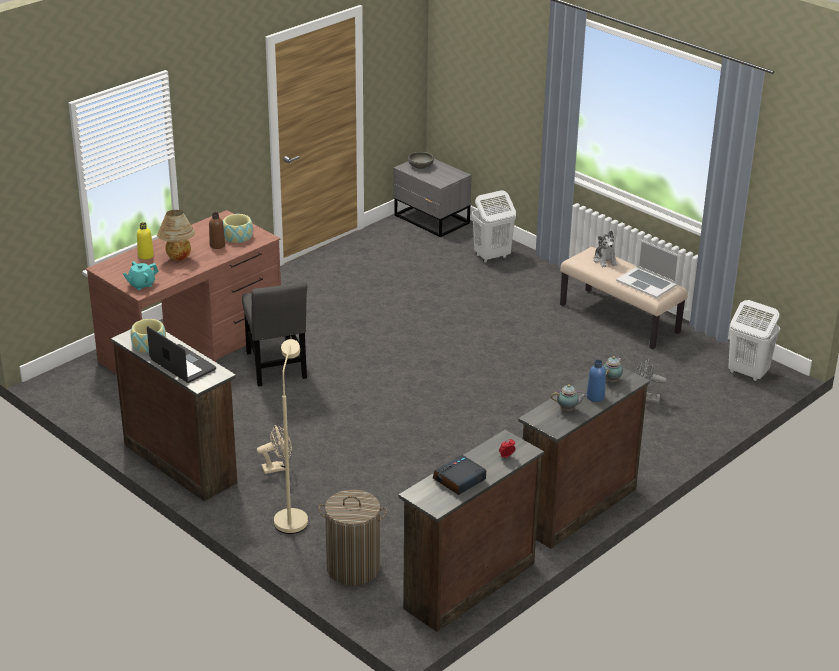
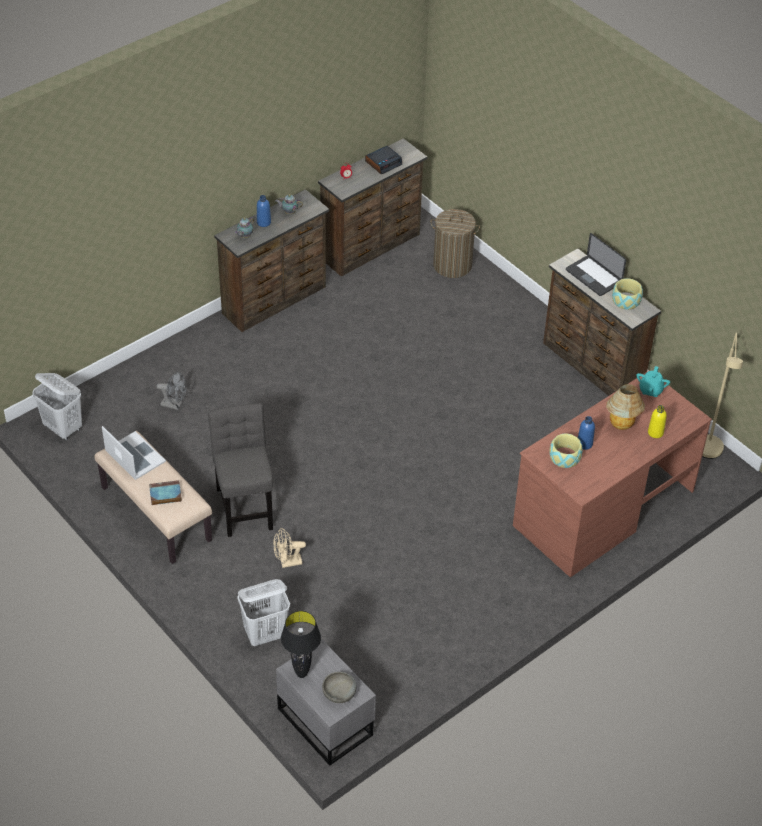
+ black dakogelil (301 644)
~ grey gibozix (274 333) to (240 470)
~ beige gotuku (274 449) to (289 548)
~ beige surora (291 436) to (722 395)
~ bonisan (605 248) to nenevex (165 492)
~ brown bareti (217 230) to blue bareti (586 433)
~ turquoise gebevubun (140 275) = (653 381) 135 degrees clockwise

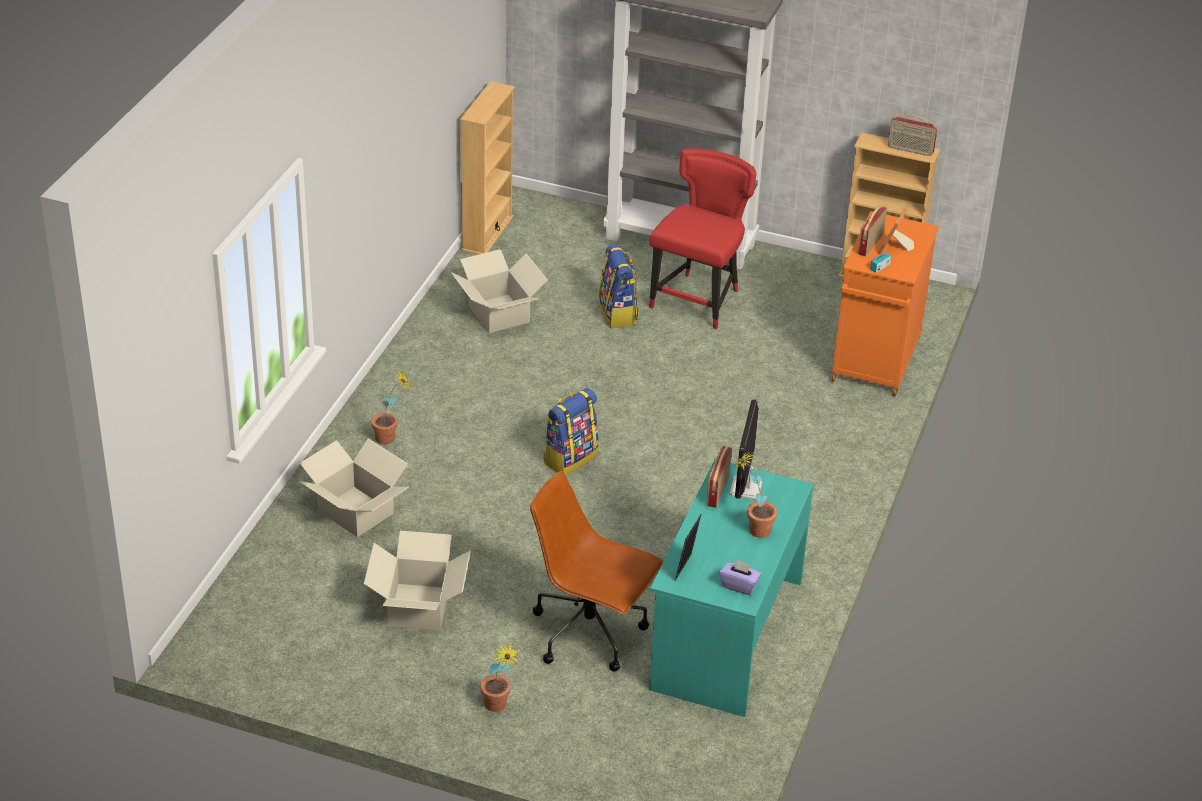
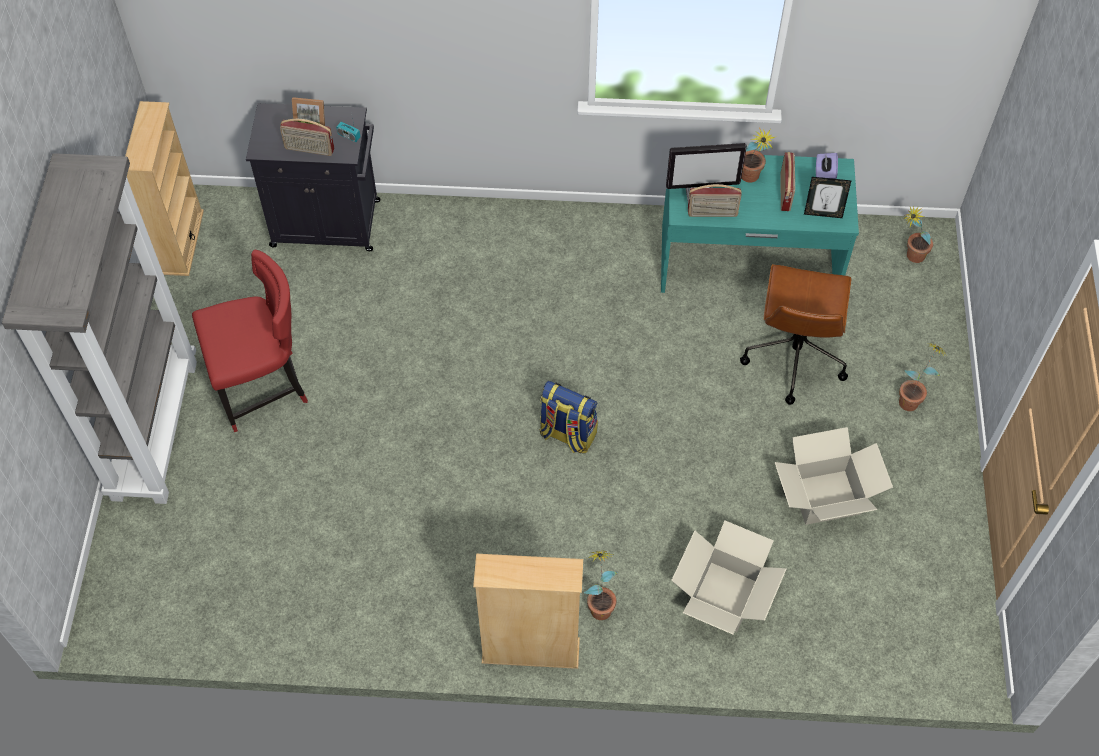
- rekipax (499 291)
- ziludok (618 286)
+ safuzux (918 235)
~ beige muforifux (487 168) to (528 611)
~ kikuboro (913 135) to (787 181)
~ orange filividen (885 304) to black filividen (313 177)
~ red gibozix (702 238) = (250 341) 150 degrees clockwise

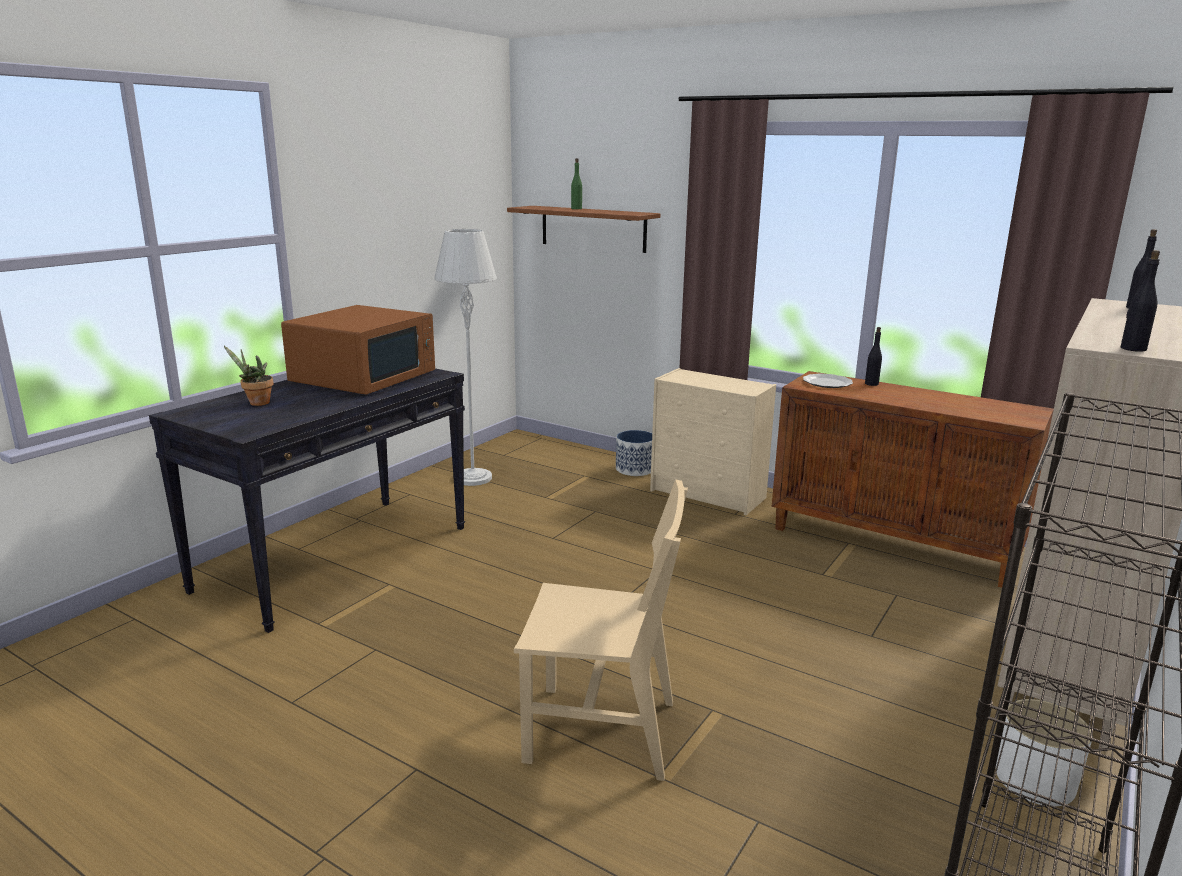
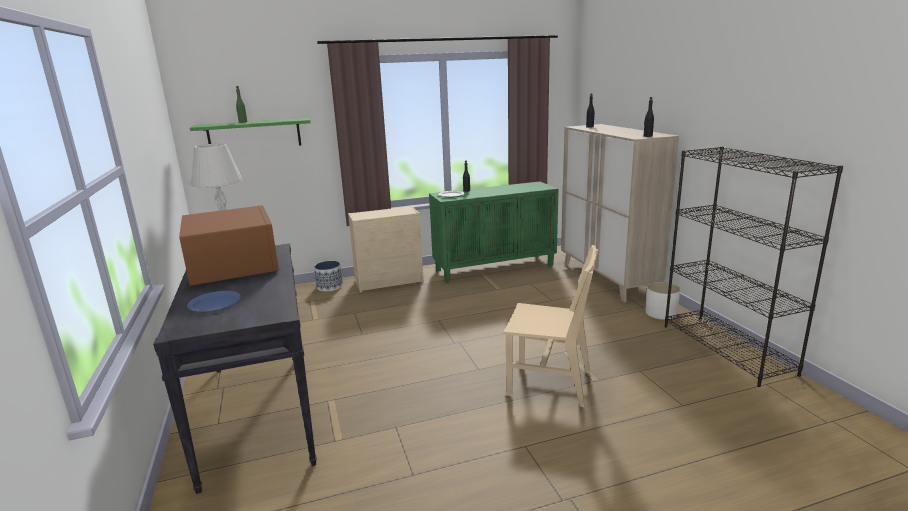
~ safuzux (248 376) to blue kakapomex (214 301)
~ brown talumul (583 229) to green talumul (250 132)
~ brown filividen (913 479) to green filividen (494 232)
~ beige gibozix (601 630) = (550 326) 60 degrees clockwise

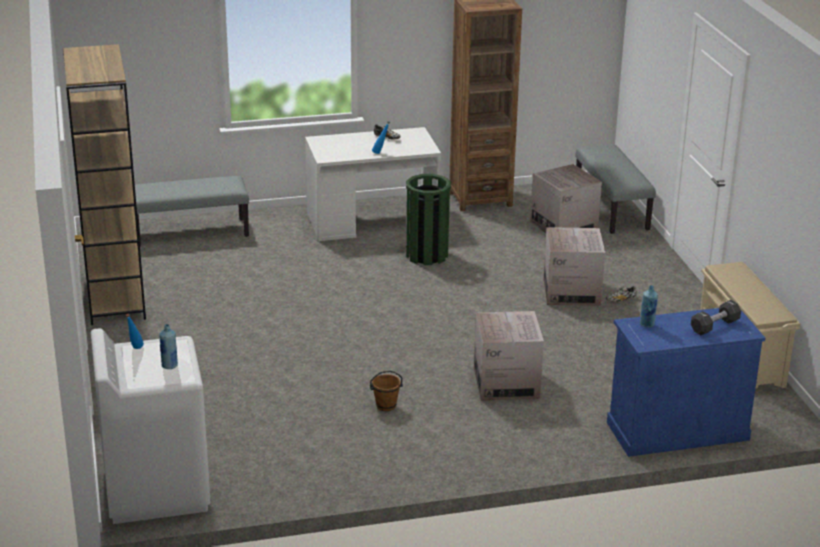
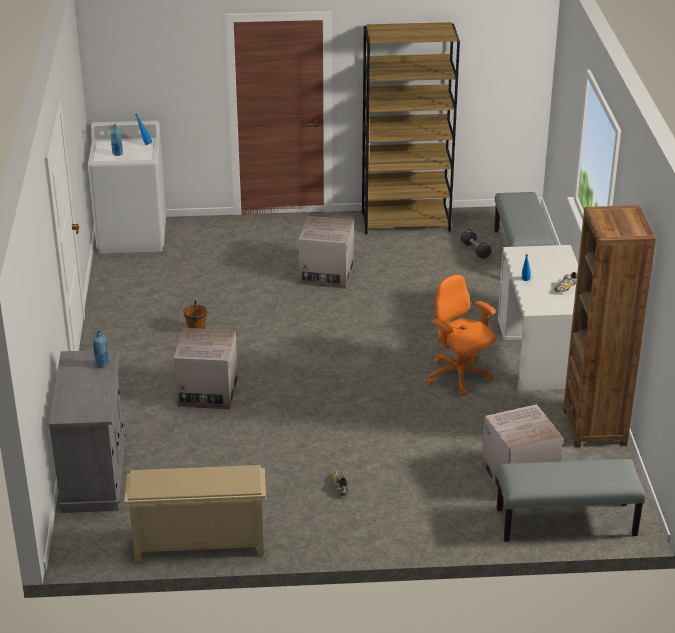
~ rekipax (574 266) to (326 252)
~ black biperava (716 317) to (476 244)
~ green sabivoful (428 219) to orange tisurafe (462 335)
~ blue filividen (686 382) to grey filividen (87 431)

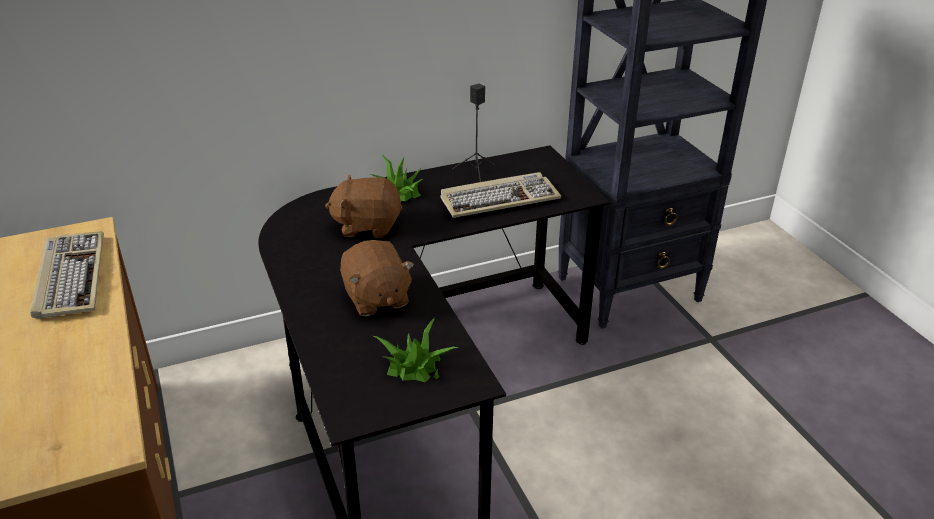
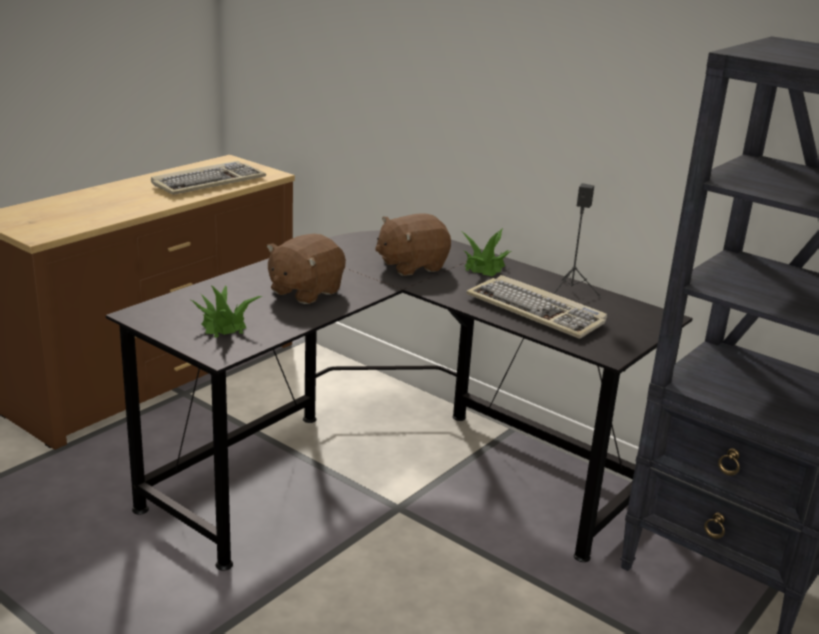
~ brown bonisan (364 206) = (413 244) 90 degrees counterclockwise

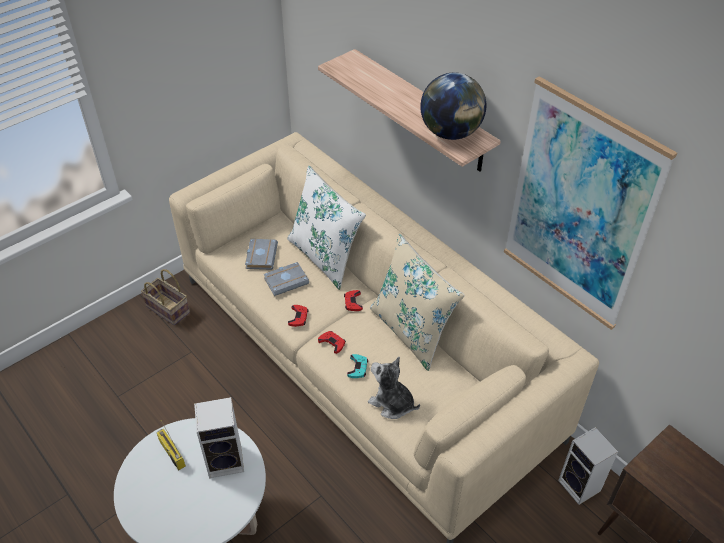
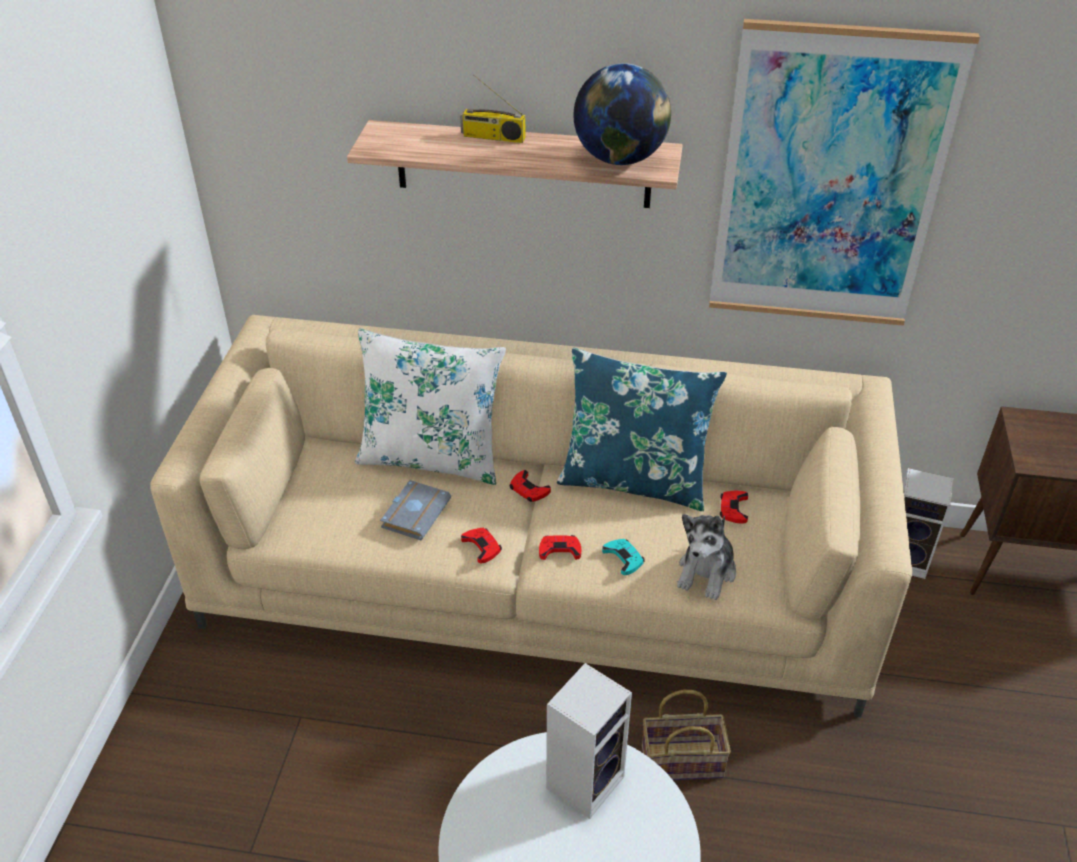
- grey nenevex (261 254)
+ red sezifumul (734 507)
~ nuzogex (165 297) to (686 735)
~ kikuboro (171 445) to (492 109)
~ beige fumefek (417 302) to blue fumefek (642 429)
~ bonisan (394 388) = (706 557) 60 degrees counterclockwise

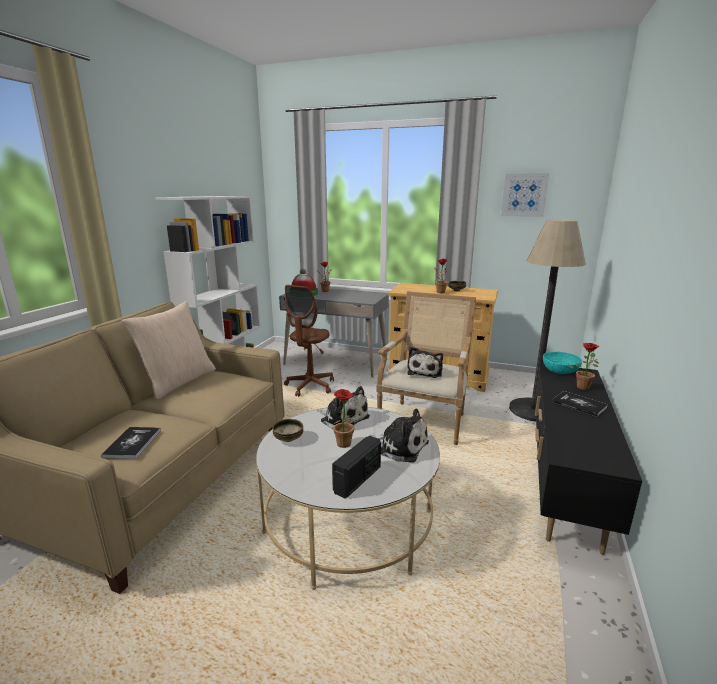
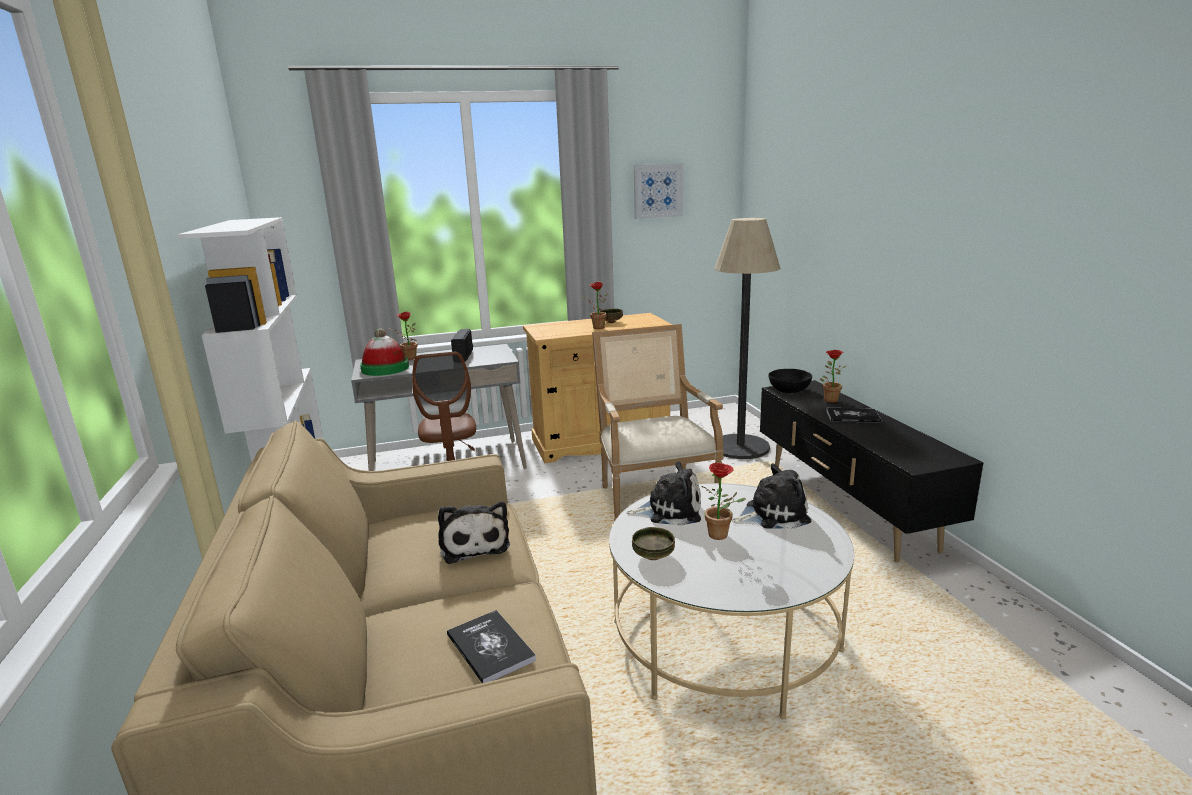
- beige fumefek (169 350)
~ kikuboro (356 467) to (462 345)
~ bonisan (425 362) to (474 532)
~ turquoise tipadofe (562 363) to black tipadofe (790 381)

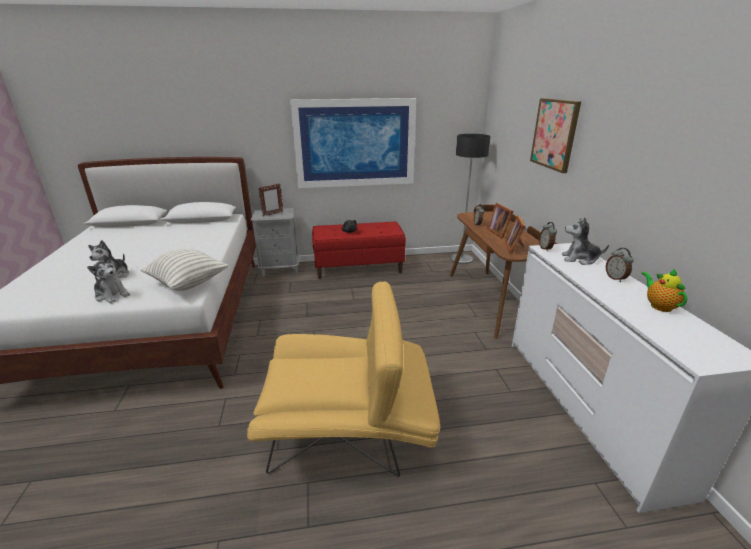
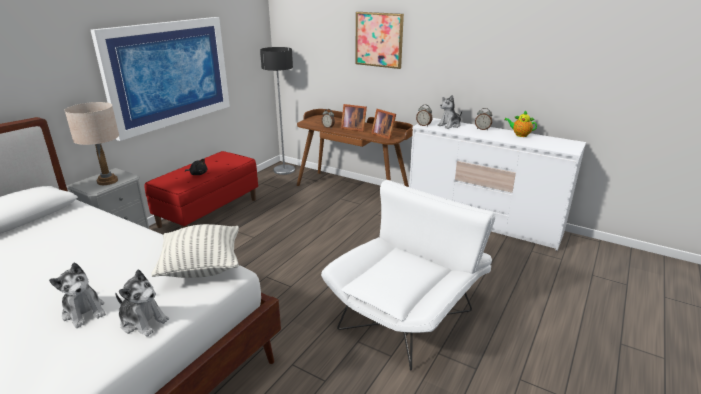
~ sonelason (271 199) to beige dakogelil (91 143)
~ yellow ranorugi (343 379) to white ranorugi (408 275)
~ bonisan (108 279) = (142 303) 45 degrees clockwise

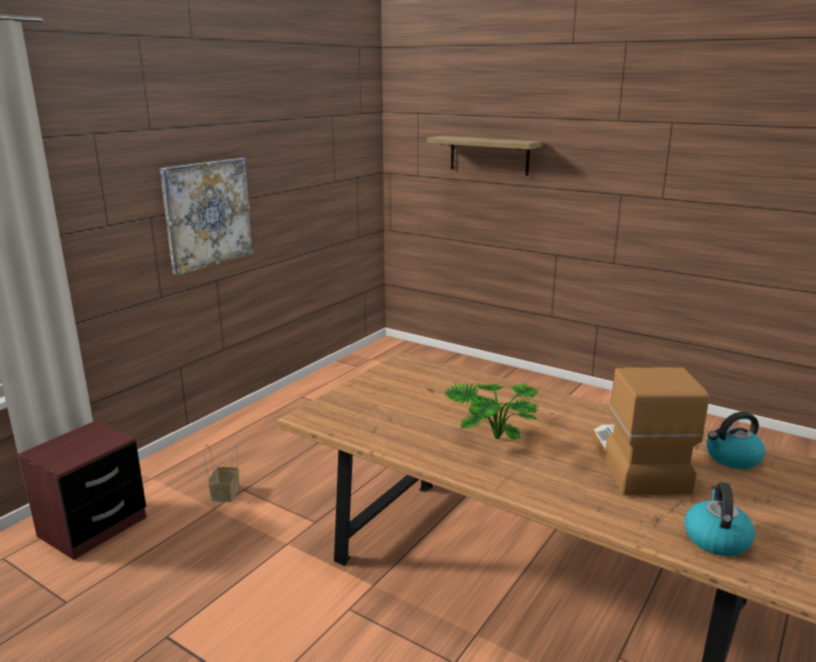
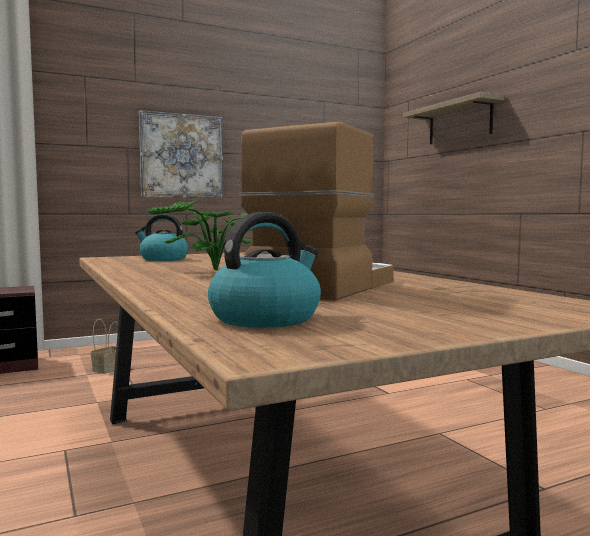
~ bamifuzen (736 440) to (161 237)

